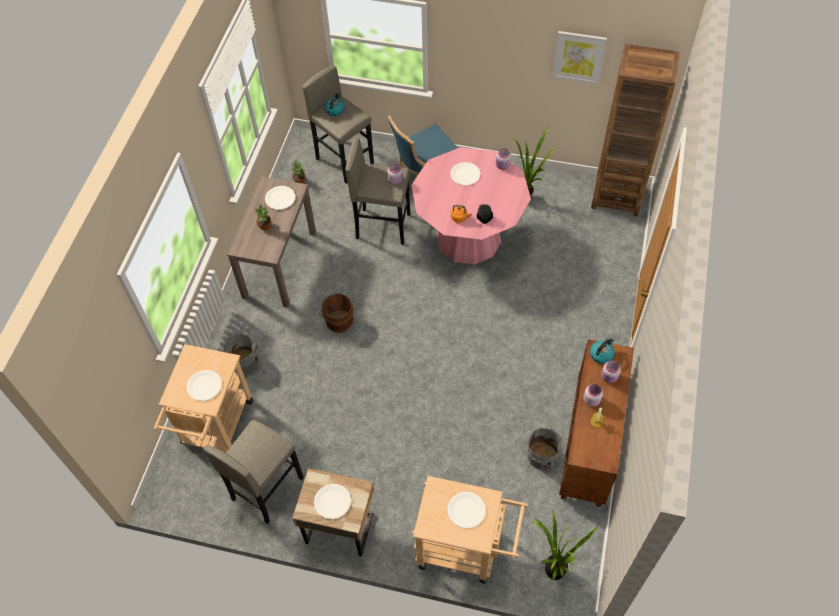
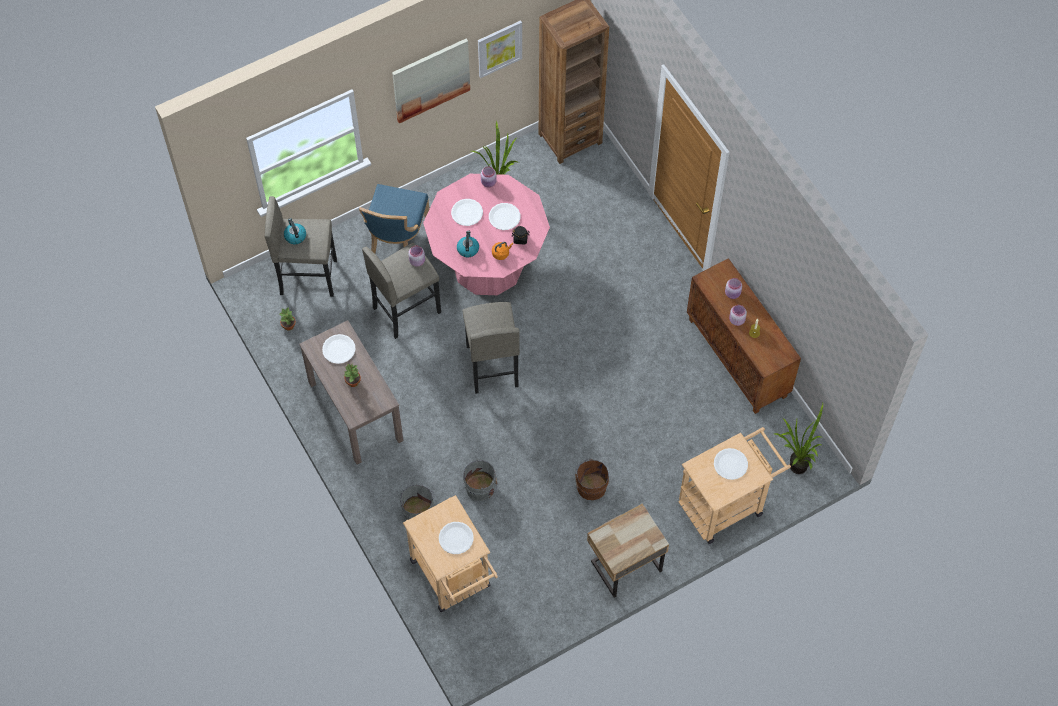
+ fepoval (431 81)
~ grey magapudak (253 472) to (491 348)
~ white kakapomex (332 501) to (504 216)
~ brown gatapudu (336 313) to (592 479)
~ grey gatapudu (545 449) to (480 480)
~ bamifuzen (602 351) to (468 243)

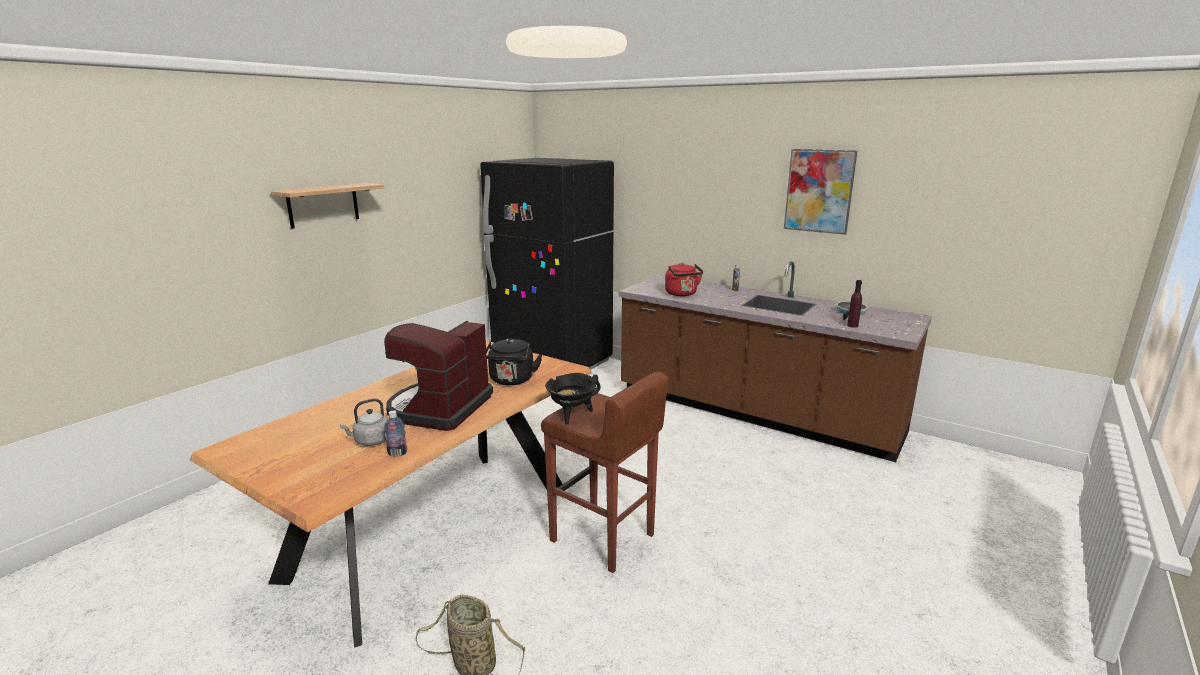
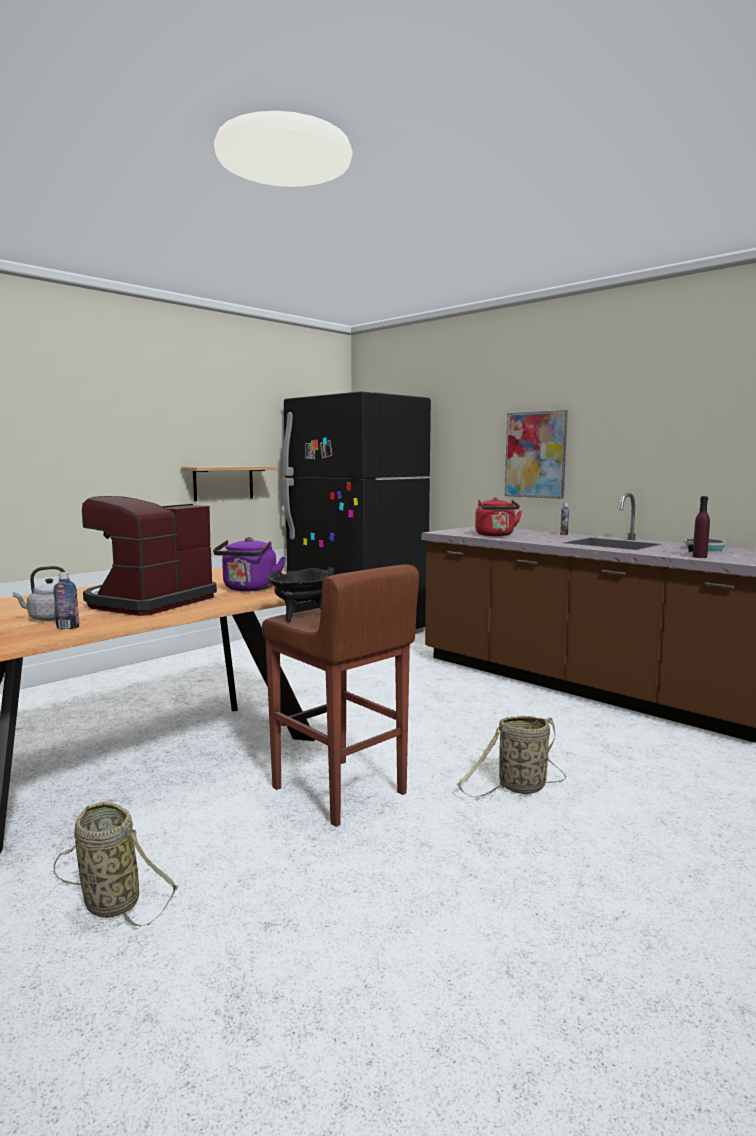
+ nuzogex (511 756)
~ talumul (327 206) to (229 483)
~ fepoval (821 192) to (536 454)
~ black bamifuzen (514 362) to purple bamifuzen (249 564)

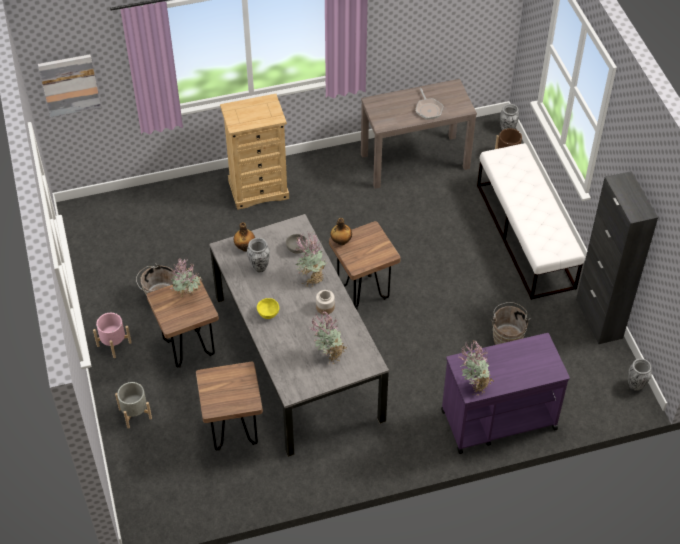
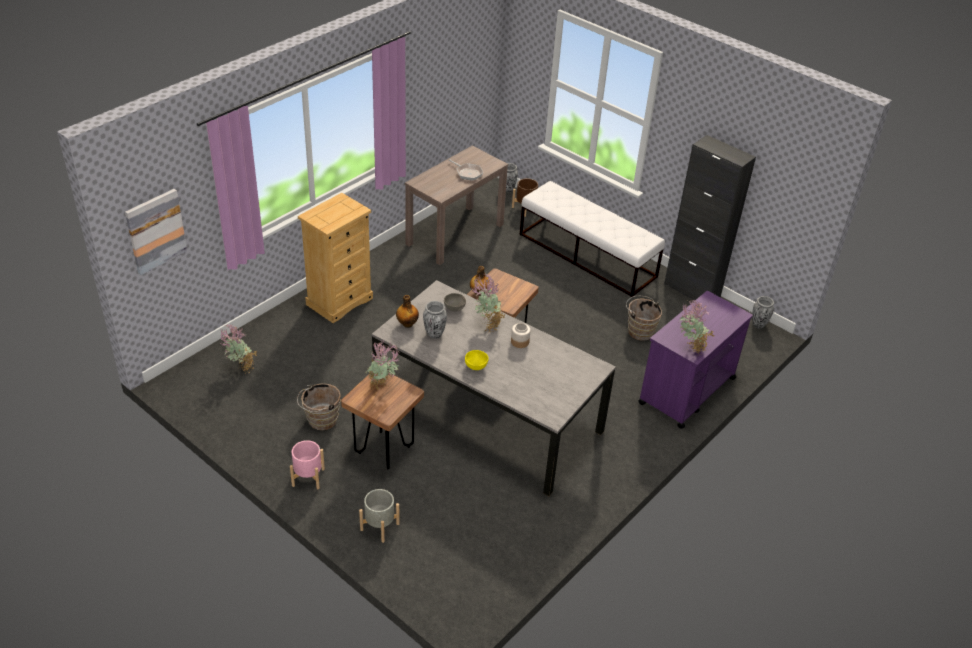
- brown magapudak (229 406)
~ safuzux (328 337) to (238 349)

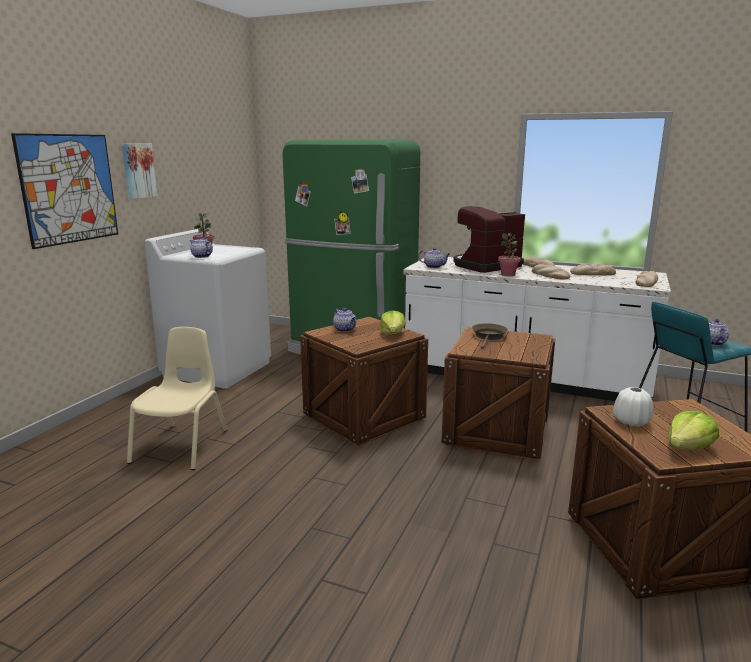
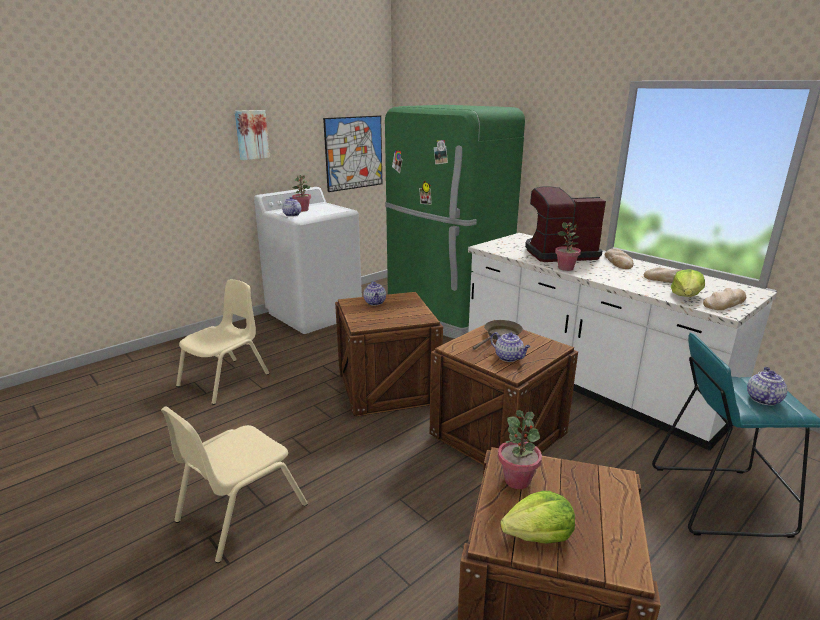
- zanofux (551 272)
+ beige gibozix (234 484)
~ fepoval (64 191) to (352 153)
~ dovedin (392 323) to (688 283)
~ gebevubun (434 257) to (510 347)
~ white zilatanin (633 406) to safuzux (520 449)

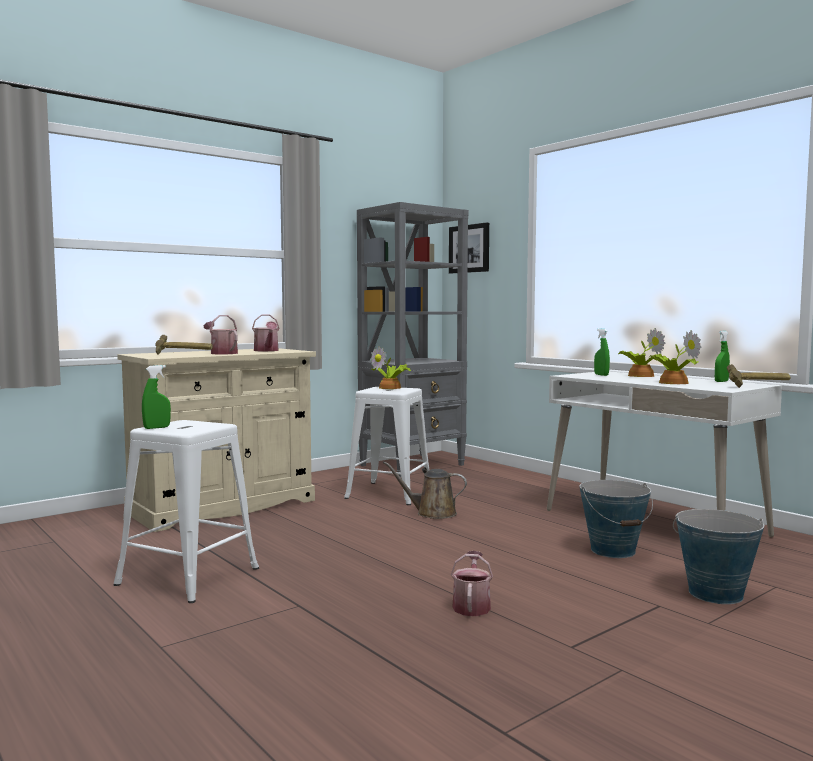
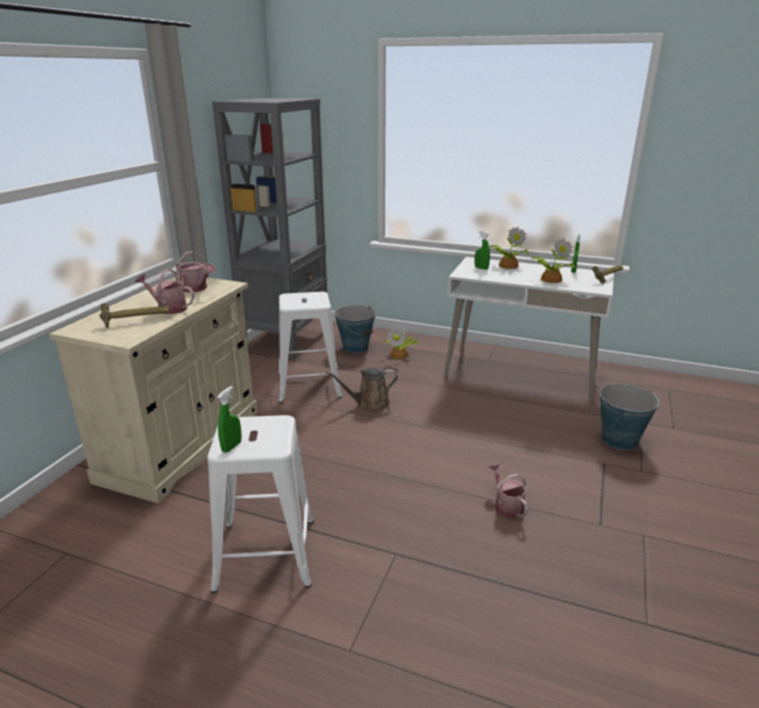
- fepoval (469 247)
~ safuzux (390 367) to (400 343)
~ gatapudu (616 519) to (355 329)

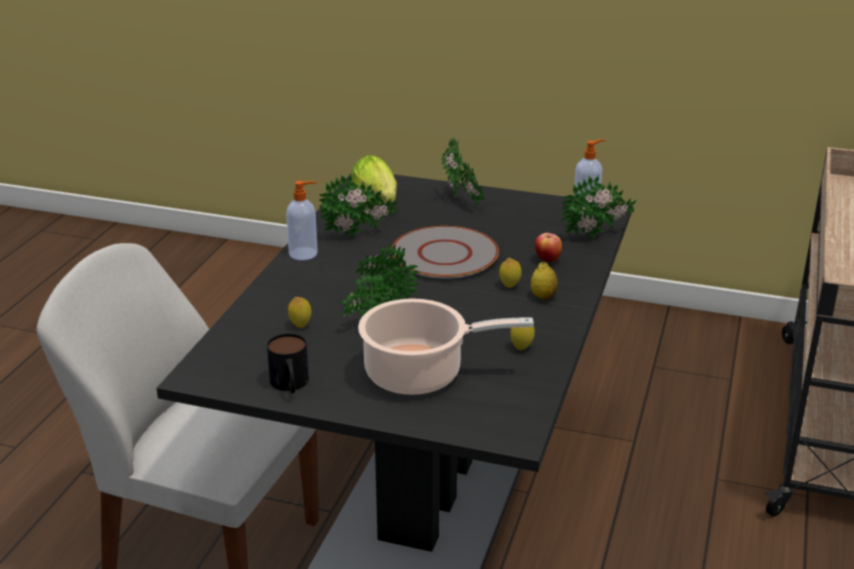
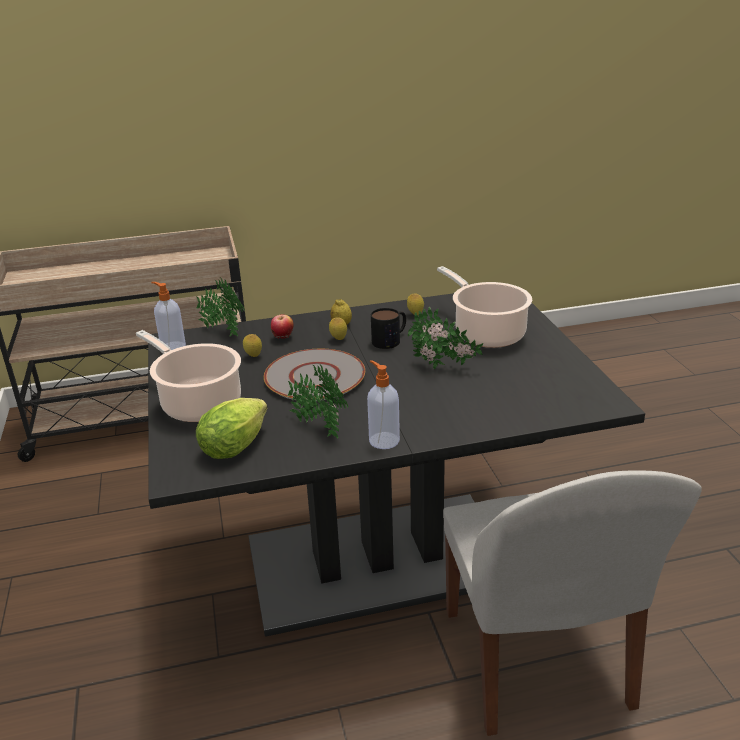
~ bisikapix (288 363) to (388 328)
~ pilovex (299 312) to (252 345)
~ safuzux (463 171) to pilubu (188 376)

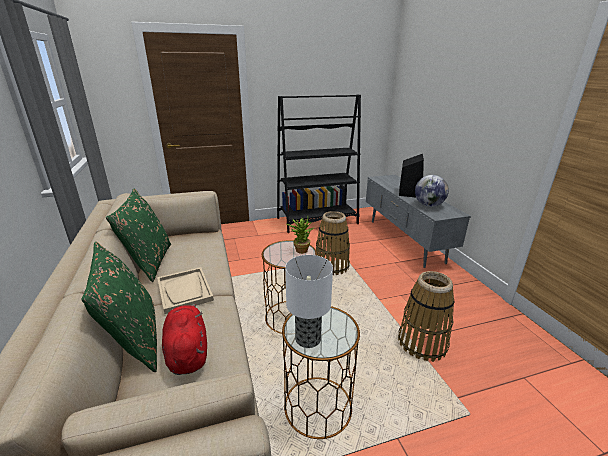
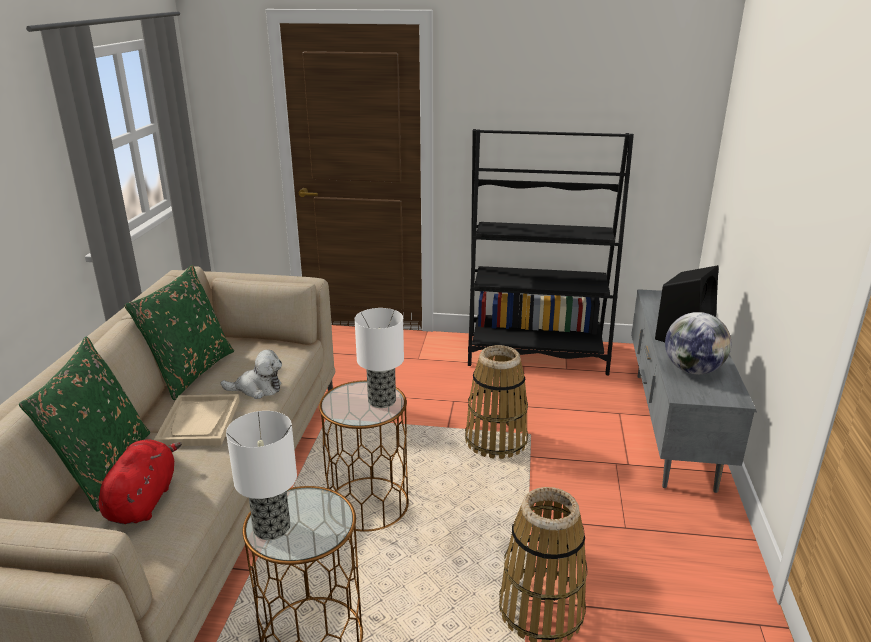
+ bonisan (251 374)
~ safuzux (300 235) to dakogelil (379 358)

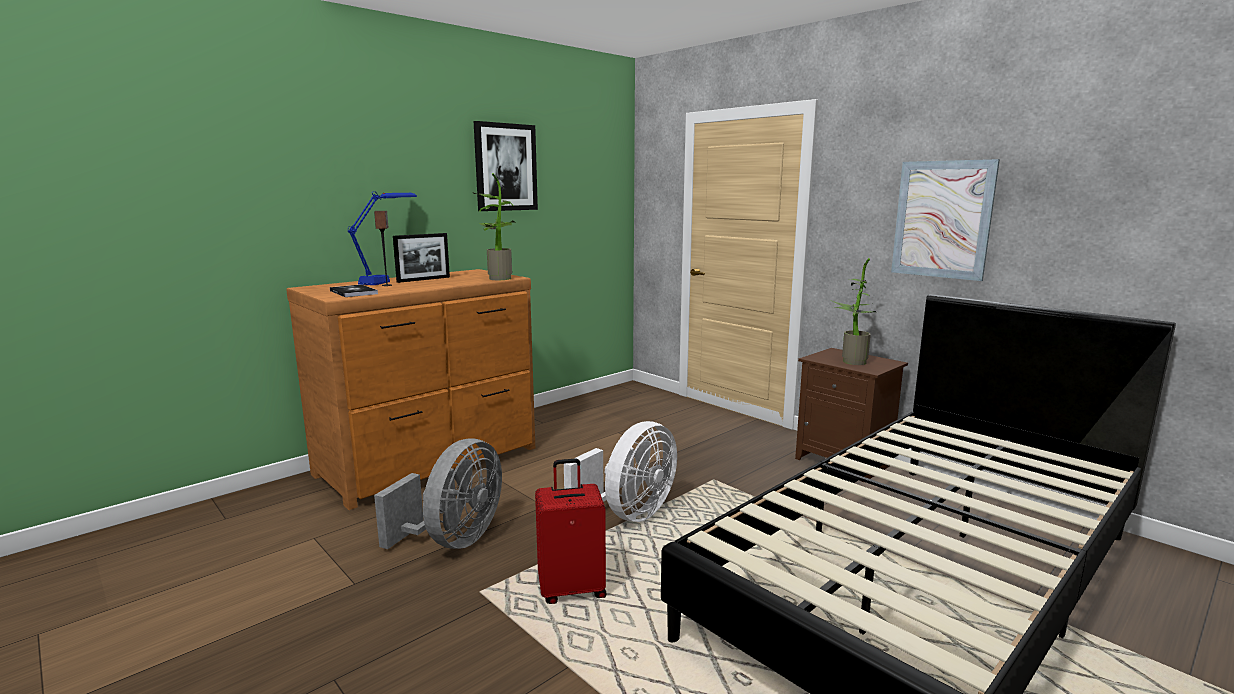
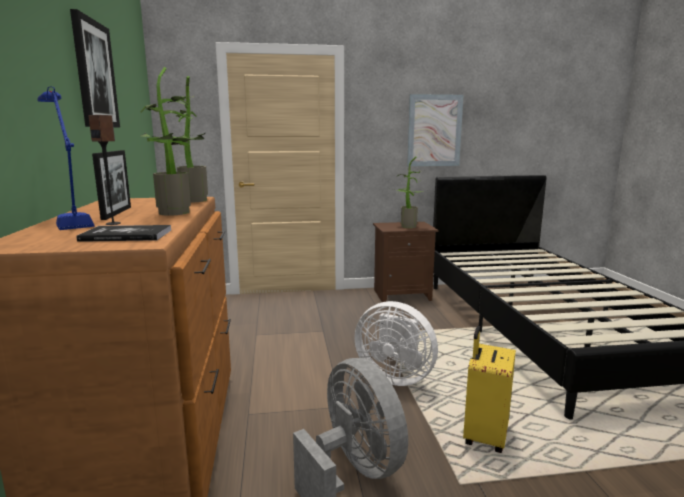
+ safuzux (167 141)
~ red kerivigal (571 531) to yellow kerivigal (489 389)
~ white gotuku (620 471) = (396 343) 135 degrees clockwise

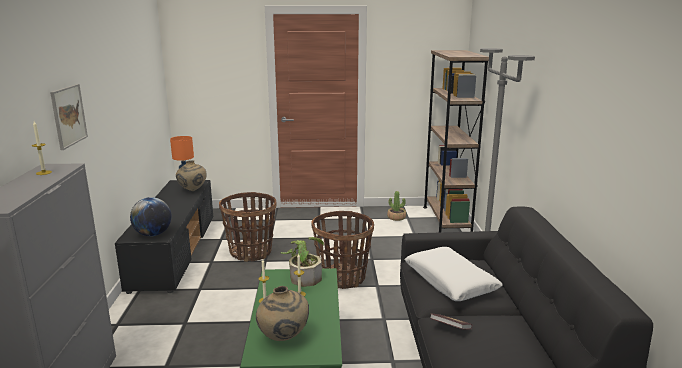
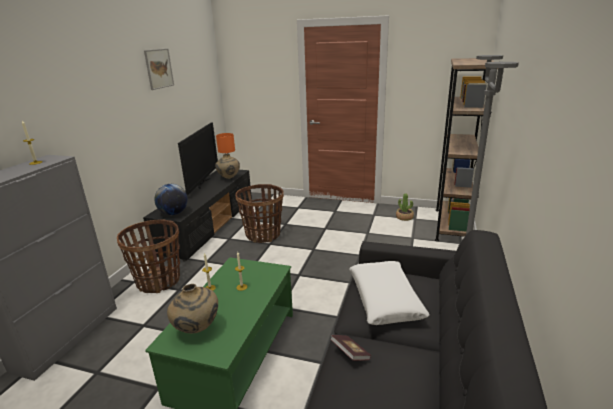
- safuzux (302 262)
+ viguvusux (198 158)
~ fepoval (69 117) to (159 69)
~ nuzogex (343 250) to (148 256)

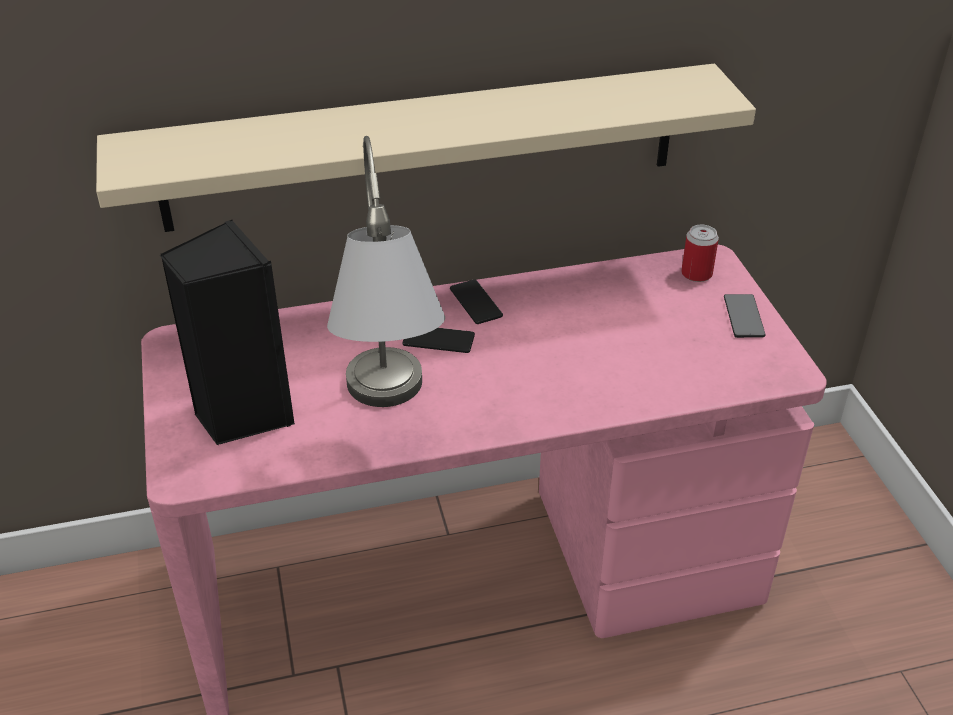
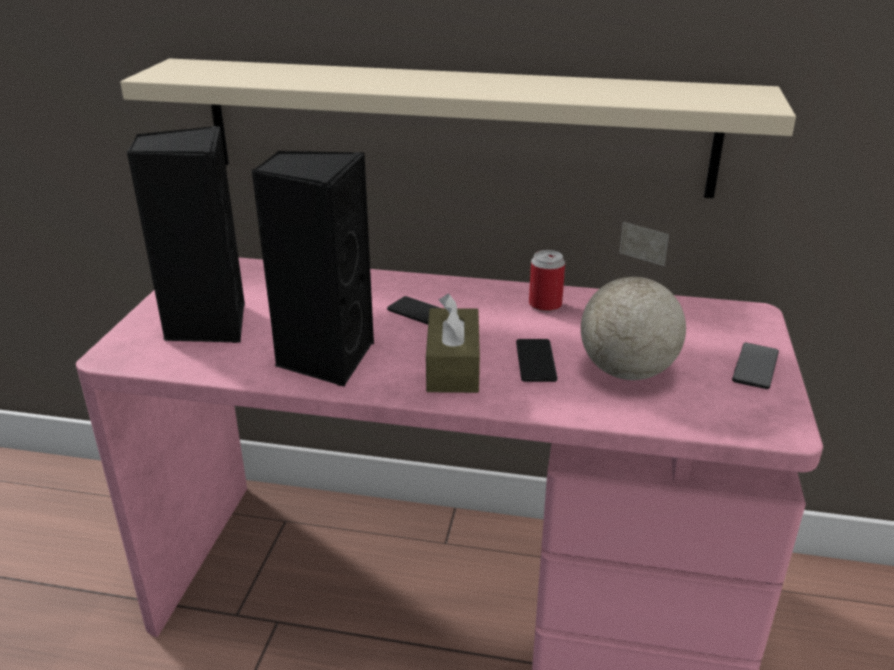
+ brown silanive (453 343)
+ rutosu (633 301)
~ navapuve (476 302) to (537 360)
~ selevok (700 253) to (547 281)
~ grey dakogelil (386 271) to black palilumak (313 268)

